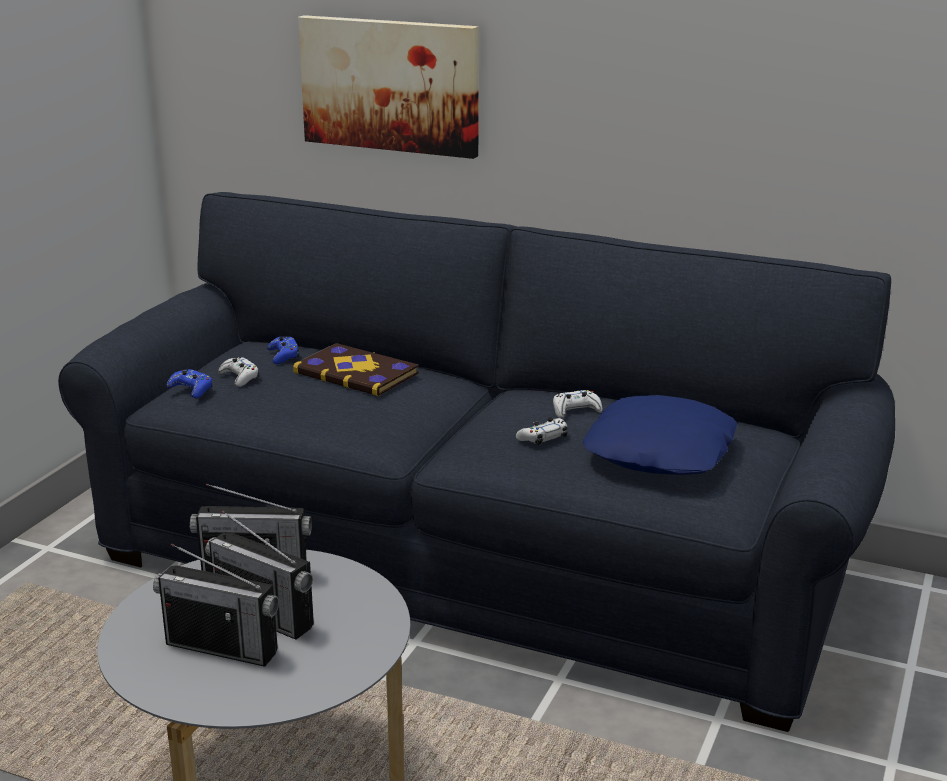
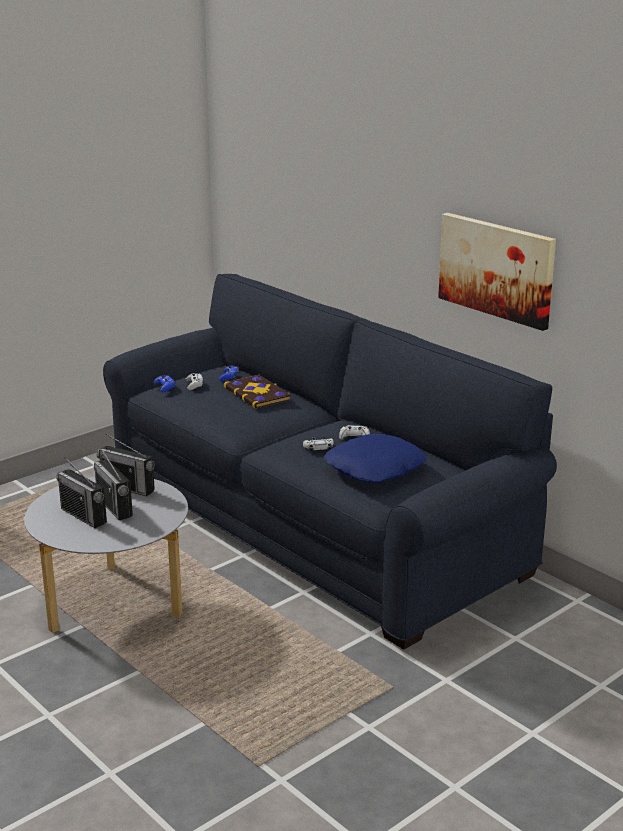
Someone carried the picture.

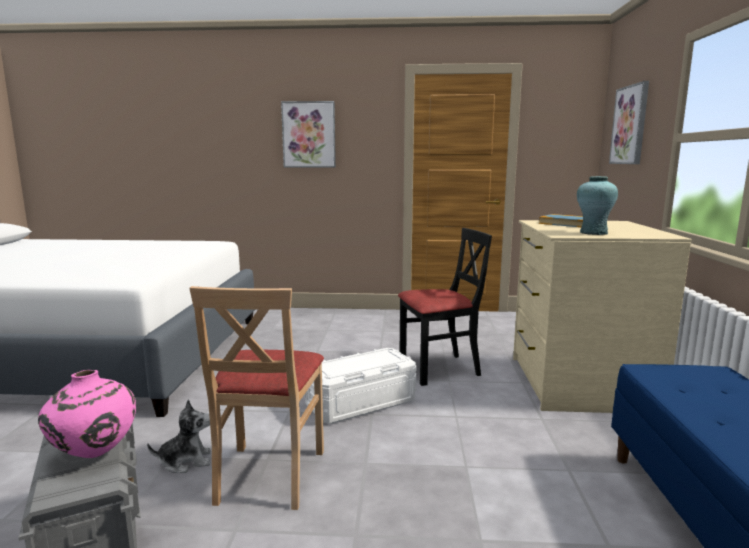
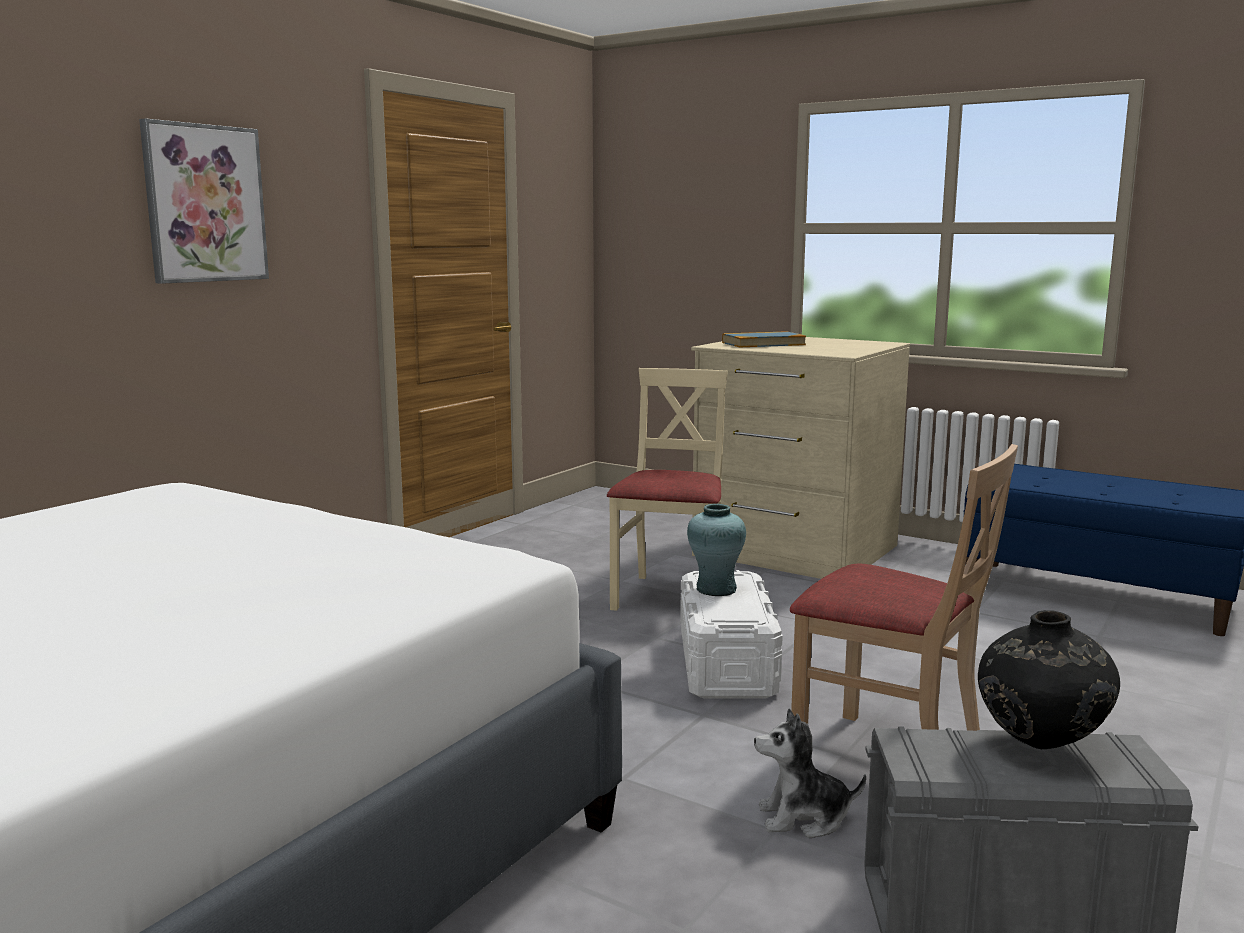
Someone repainted the black-coloured upright chair, which became the beige upright chair (1st from left). Someone carried the turquoise decorative vase. Someone rotated the soft toy by 105 degrees counterclockwise. Someone repainted the pinkish decorative vase, which became the black-coloured decorative vase. Someone took away the picture (2nd from left).

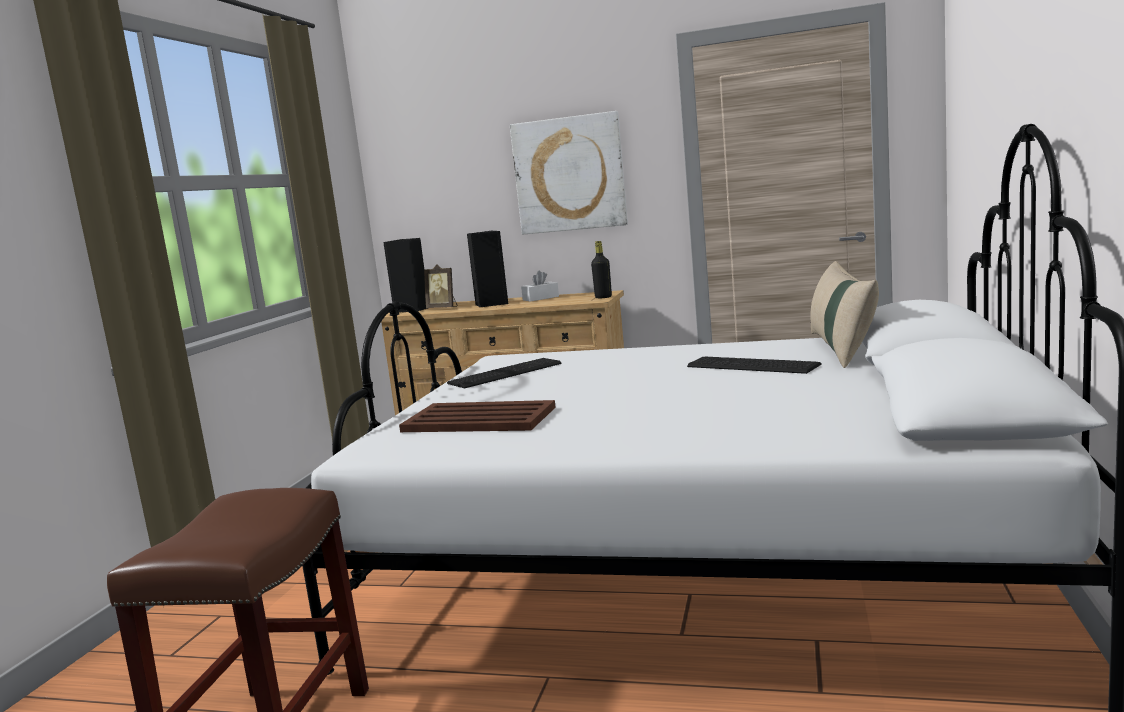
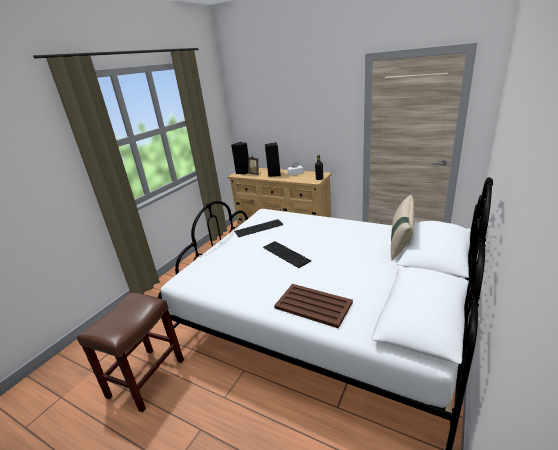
Someone carried the computer keyboard (2nd from left). Someone carried the brownish tray. Someone took away the picture.

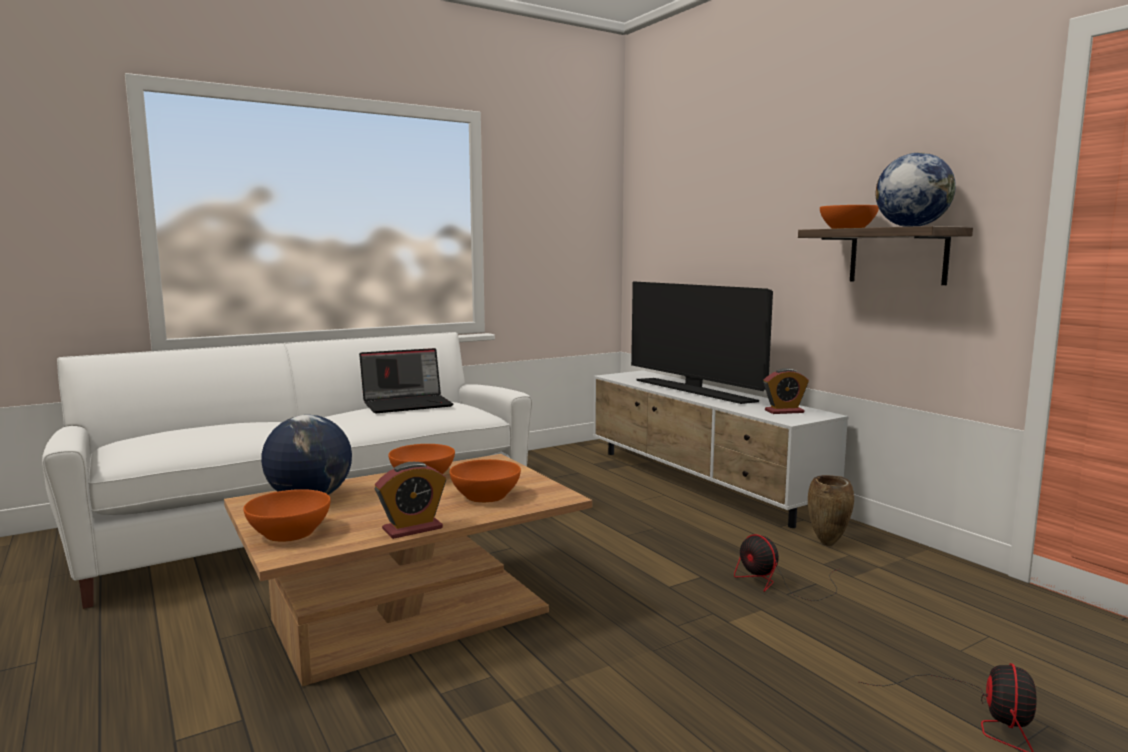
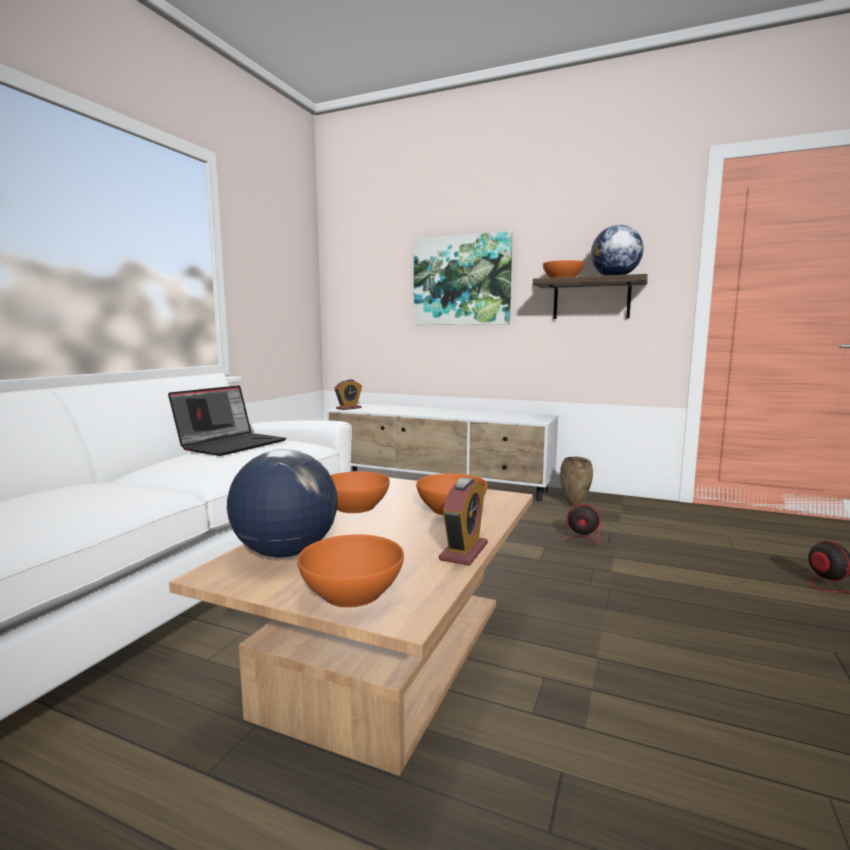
Someone carried the table clock (2nd from left in the first image). Someone put up the picture. Someone took away the TV.

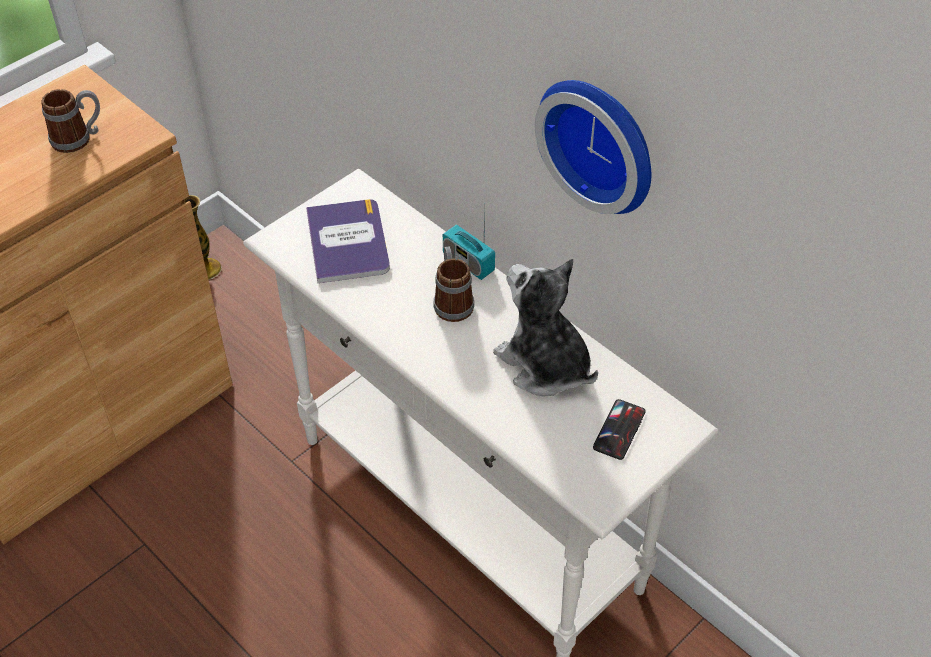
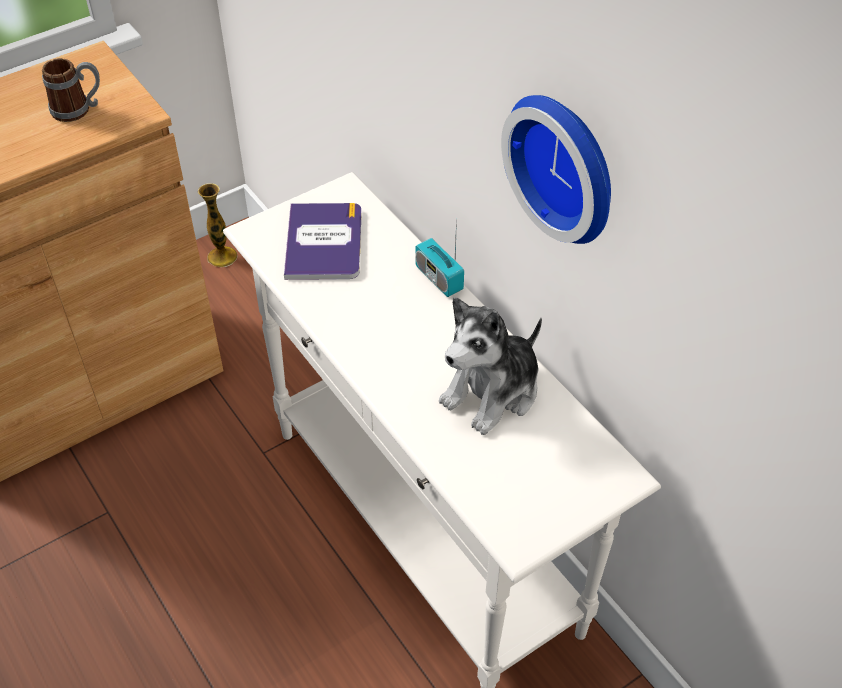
Someone rotated the soft toy by 105 degrees counterclockwise. Someone took away the tea mug (2nd from left). Someone took away the telephone.

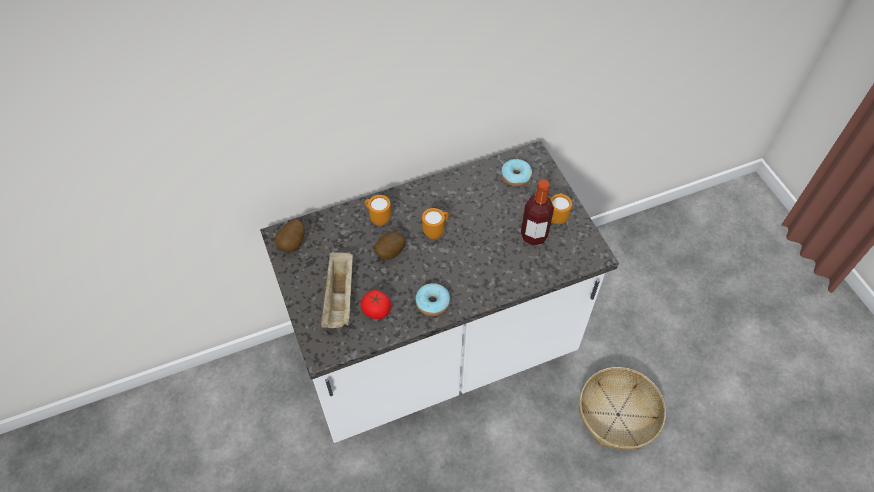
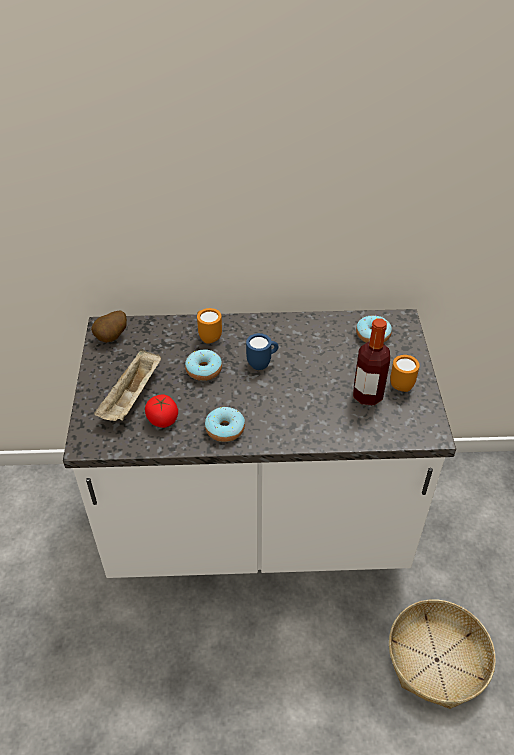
Someone swapped the whole potato (2nd from left) for the ring doughnut (1st from left). Someone repainted the orange-coloured tea mug (2nd from left), which became the blue tea mug.

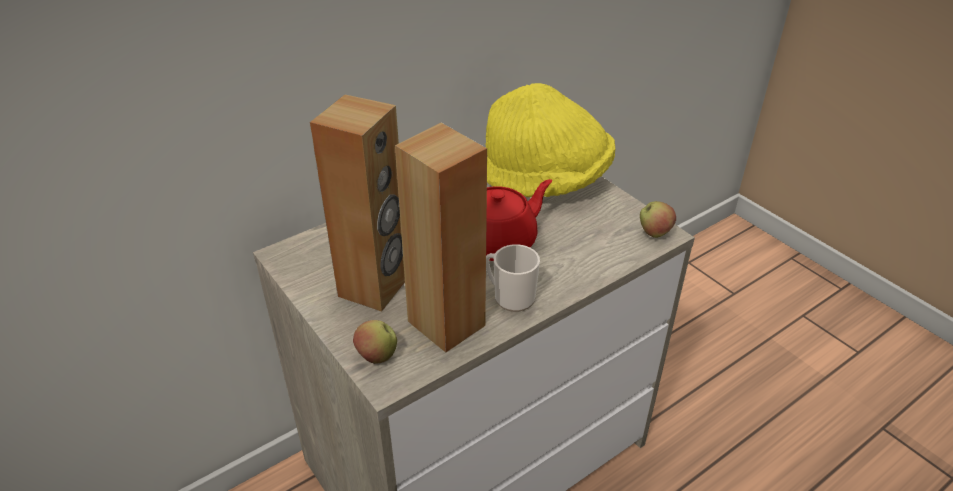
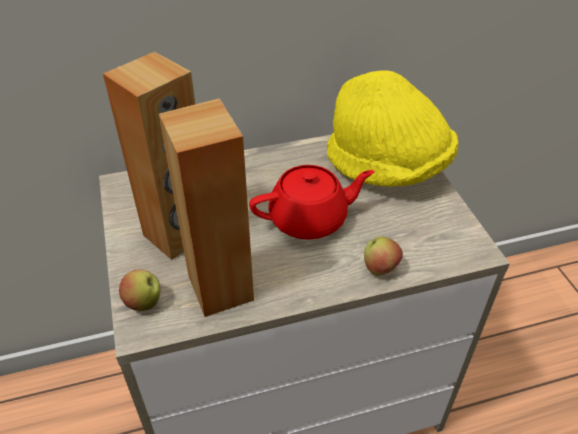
Someone carried the apple fruit (2nd from left). Someone took away the tea mug.

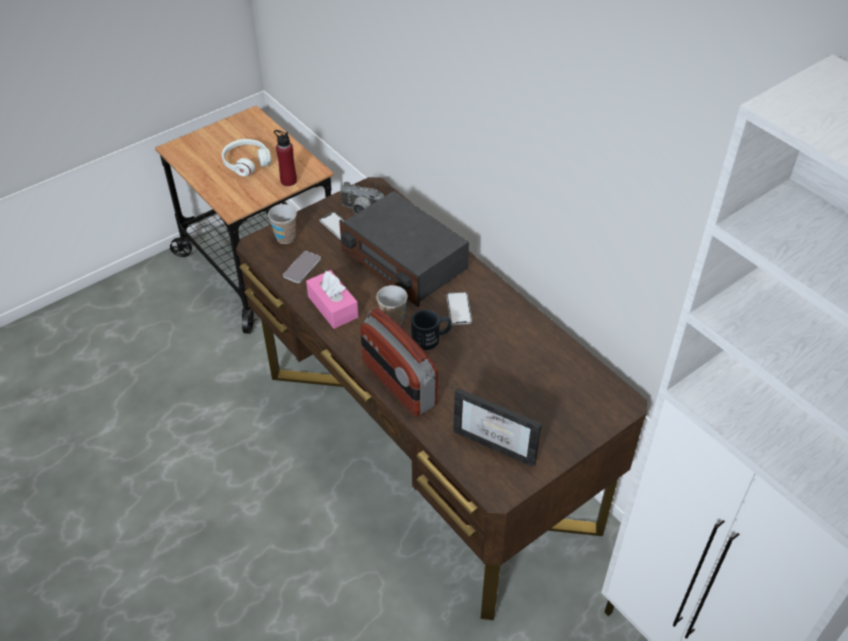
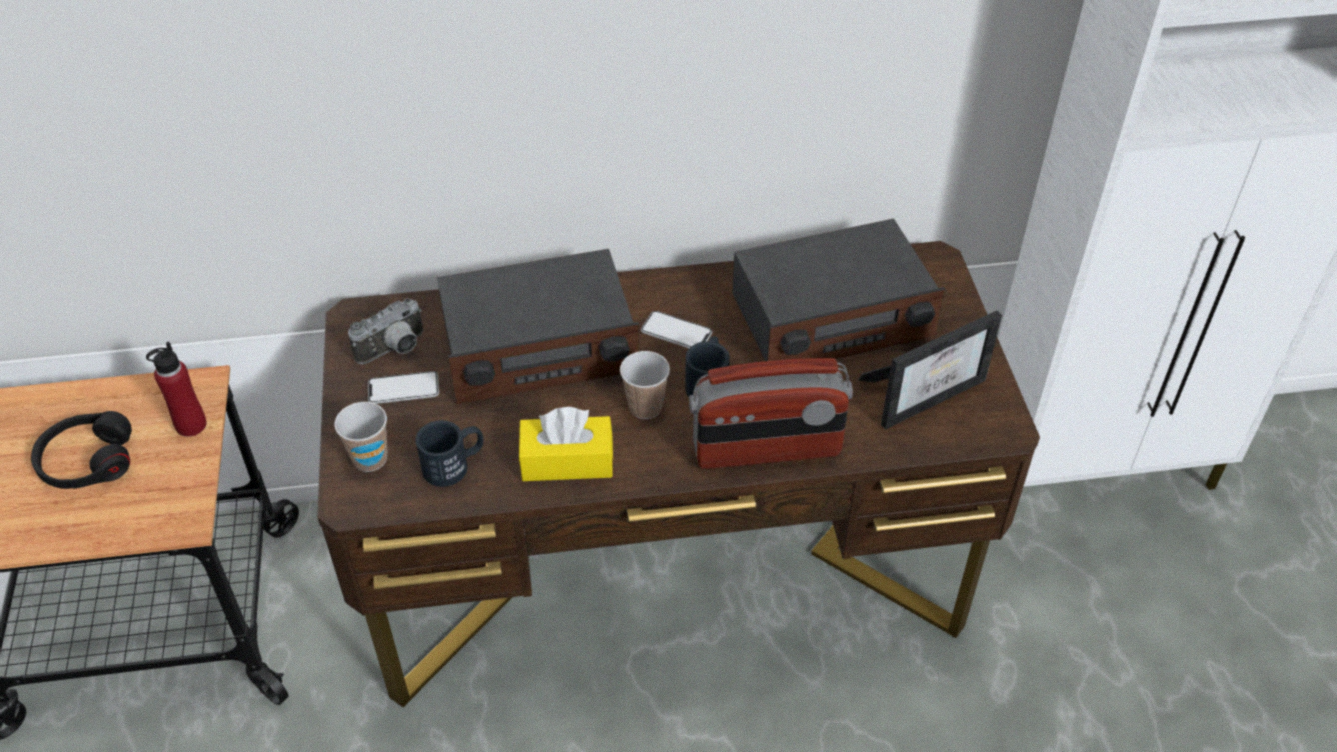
Someone repainted the whitish pair of headphones, which became the black-coloured pair of headphones. Someone swapped the telephone (1st from left) for the black-coloured tea mug (1st from left). Someone repainted the pinkish tissue box, which became the yellow tissue box. Someone put down the radio receiver (3rd from left).

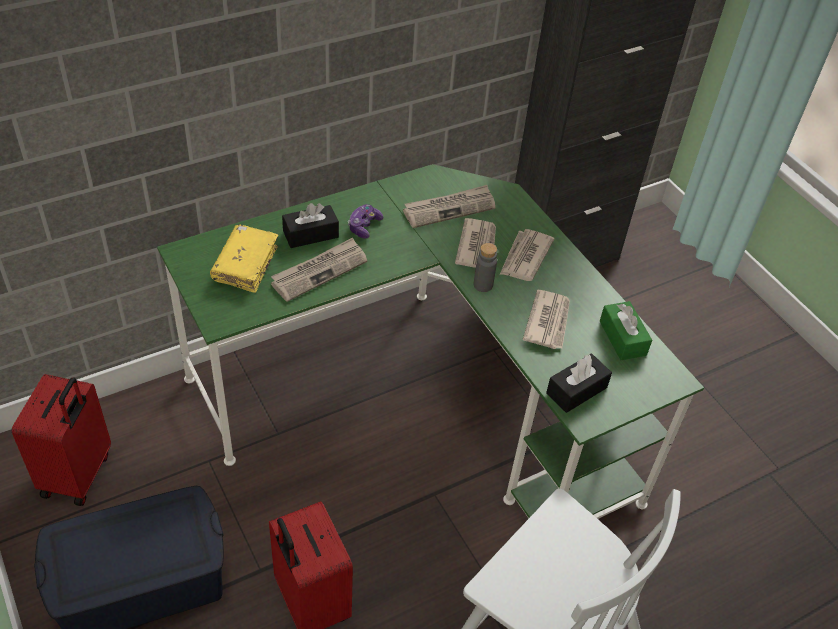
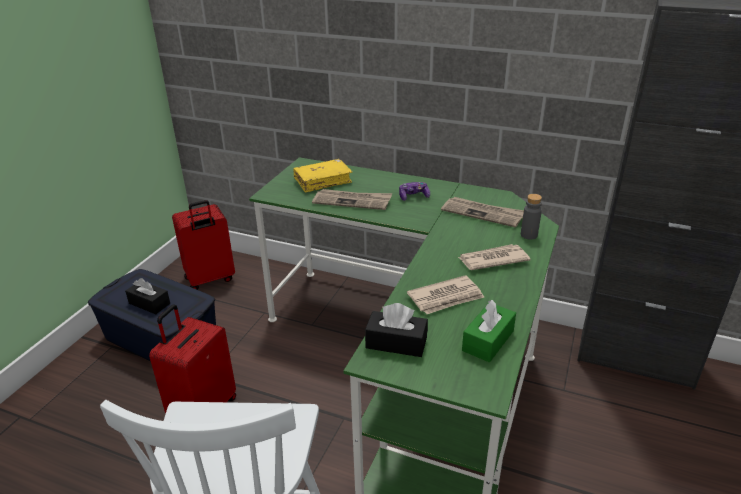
Someone carried the black-coloured tissue box (1st from left). Someone carried the greyish bottle. Someone took away the printed paper (3rd from left).

